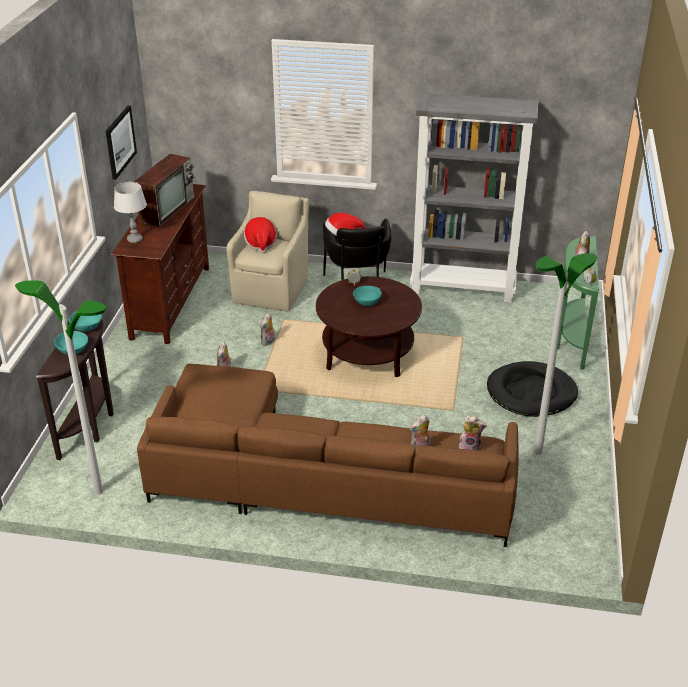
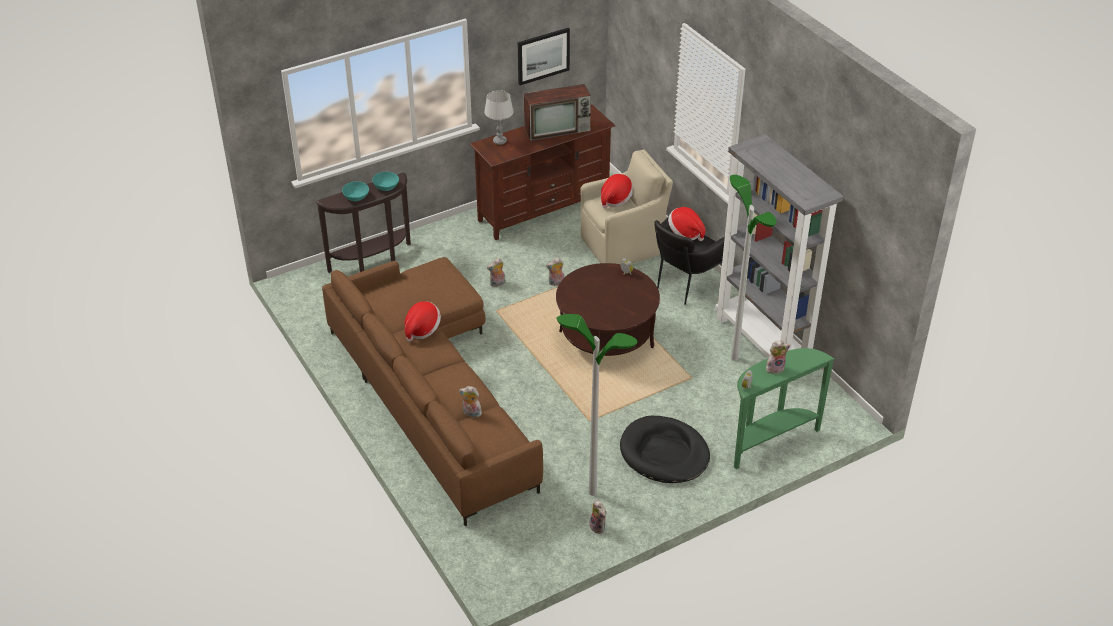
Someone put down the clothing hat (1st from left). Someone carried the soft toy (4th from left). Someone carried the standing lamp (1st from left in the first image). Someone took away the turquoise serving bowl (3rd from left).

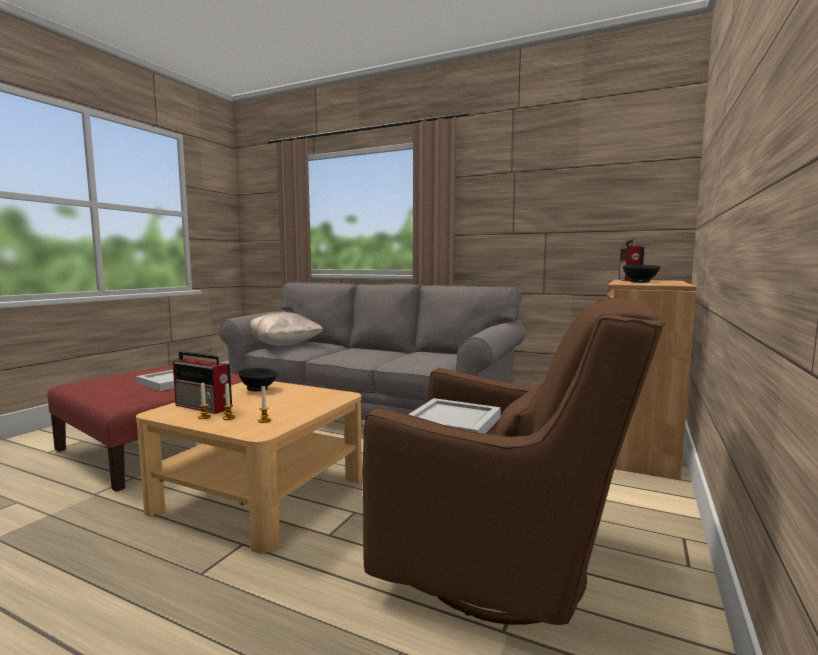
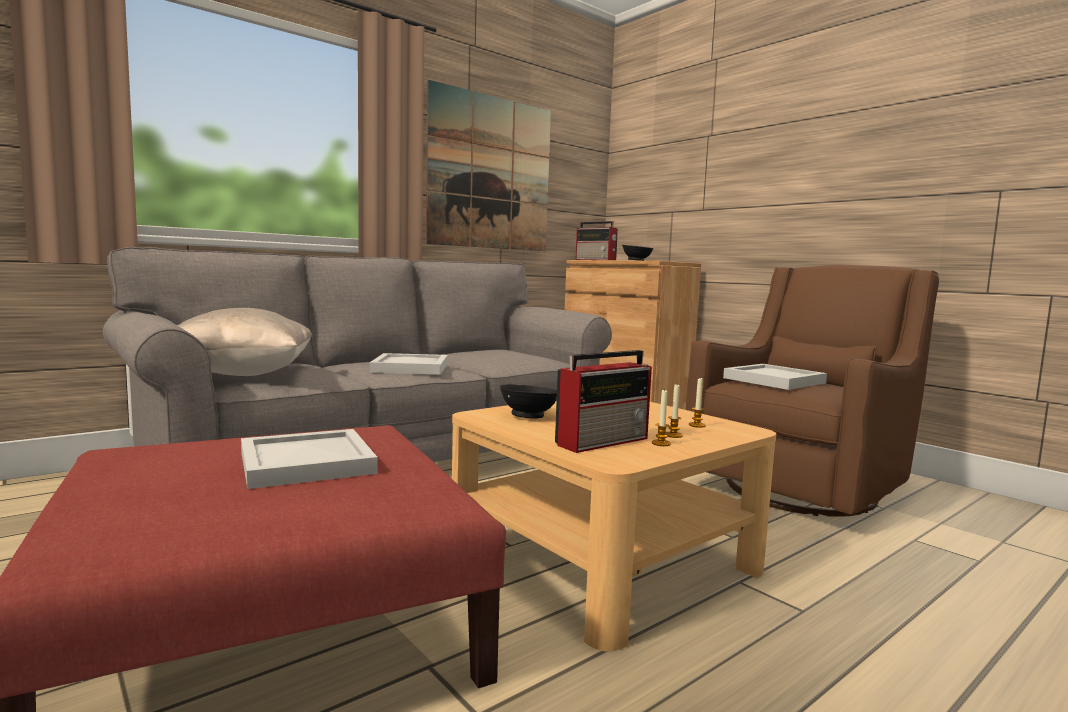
Someone put down the whitish tray (2nd from left). Someone put up the picture.

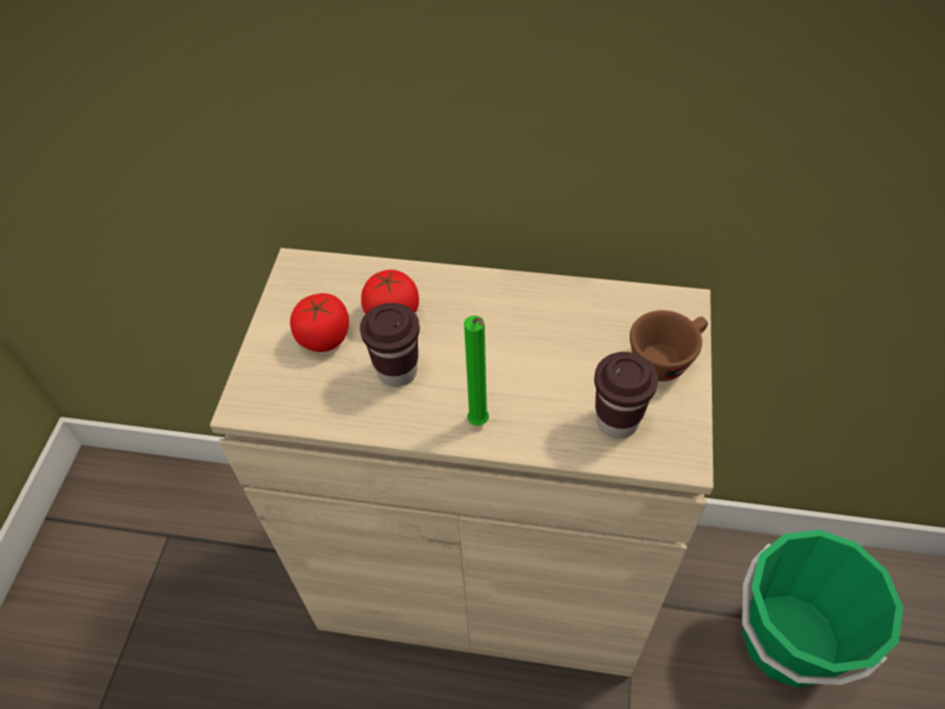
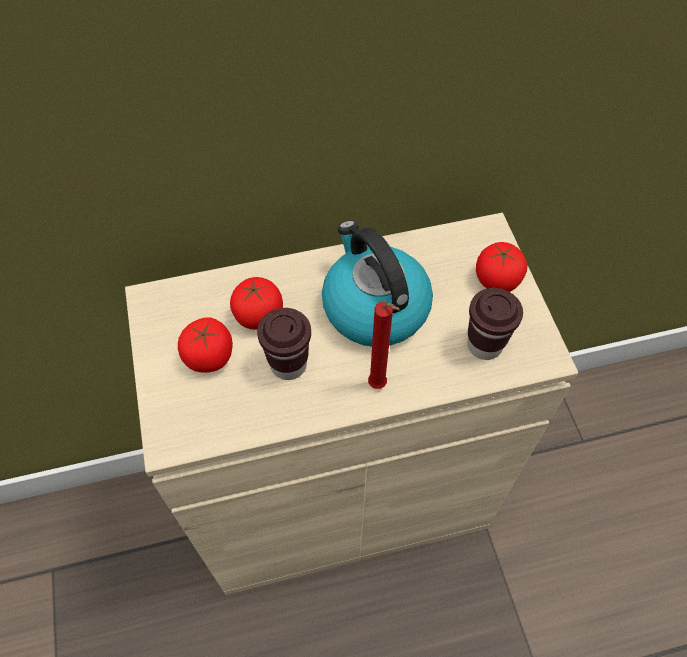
Someone put down the tea kettle. Someone repainted the greenish candle, which became the reddish candle. Someone swapped the brownish small cup (3rd from left) for the tomato (3rd from left). Someone took away the greenish pail.

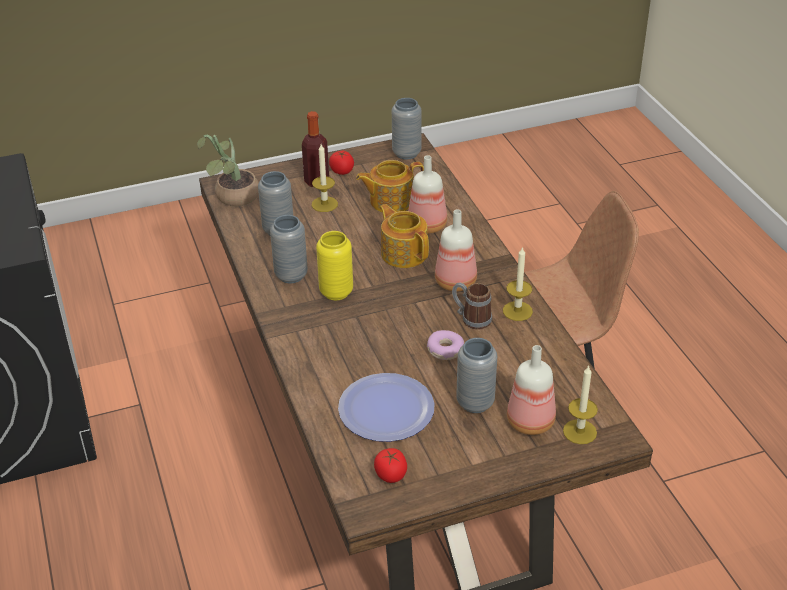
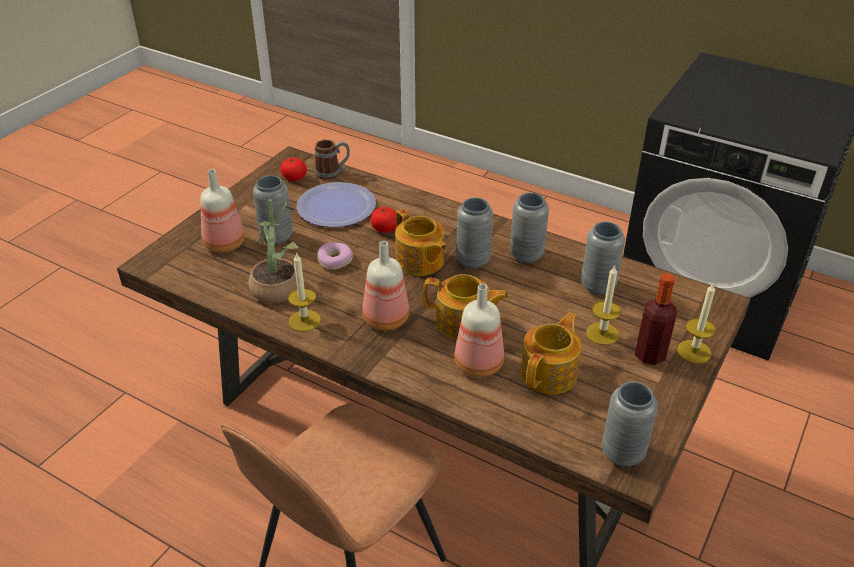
Someone carried the houseplant. Someone carried the tea mug. Someone carried the tomato (1st from left in the first image). Someone put down the pot for tea (1st from left). Someone repainted the yellow decorative vase, which became the greyish decorative vase (2nd from left). Someone carried the candle (3rd from left).

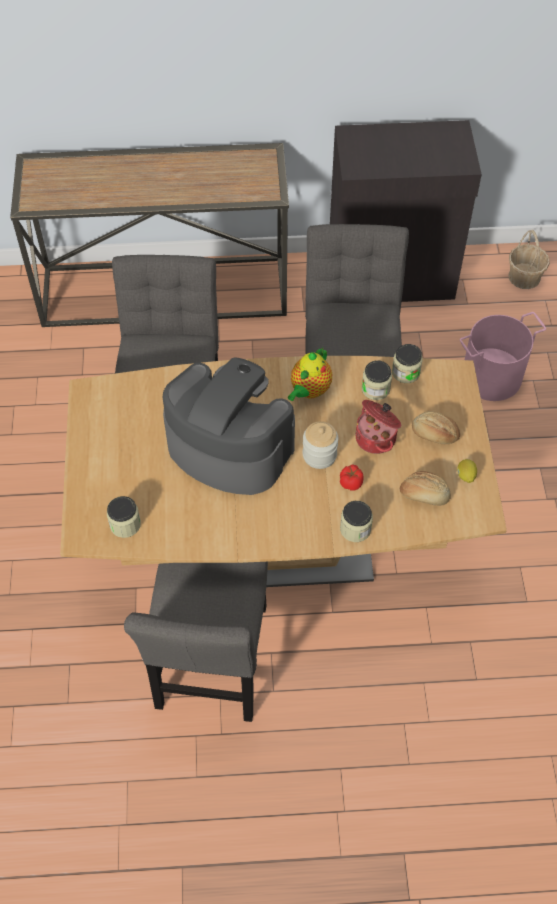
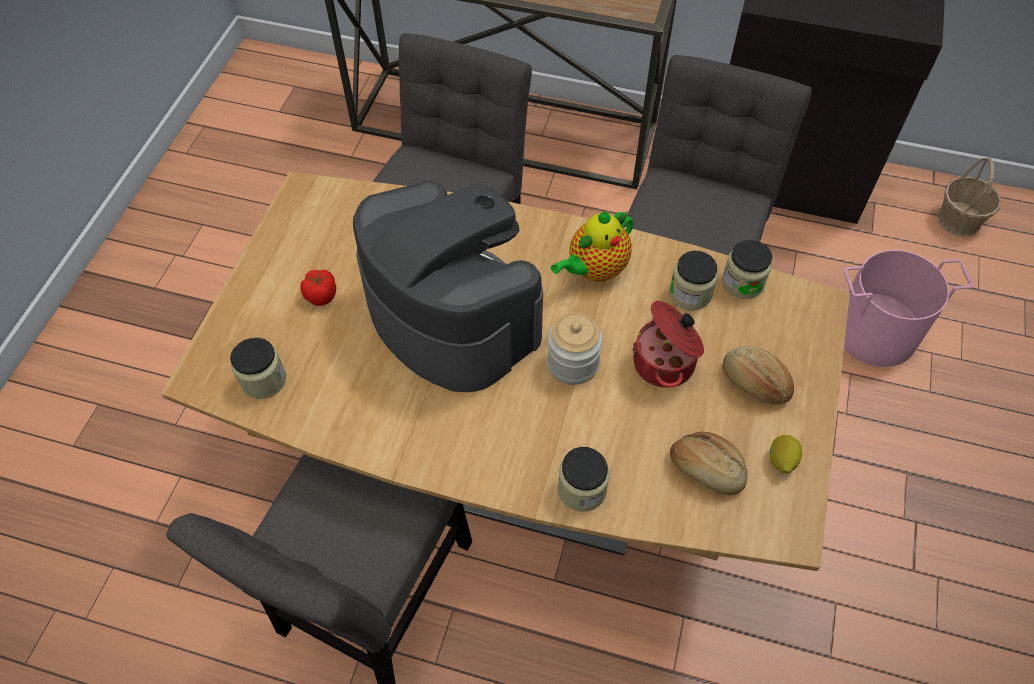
Someone carried the tomato.

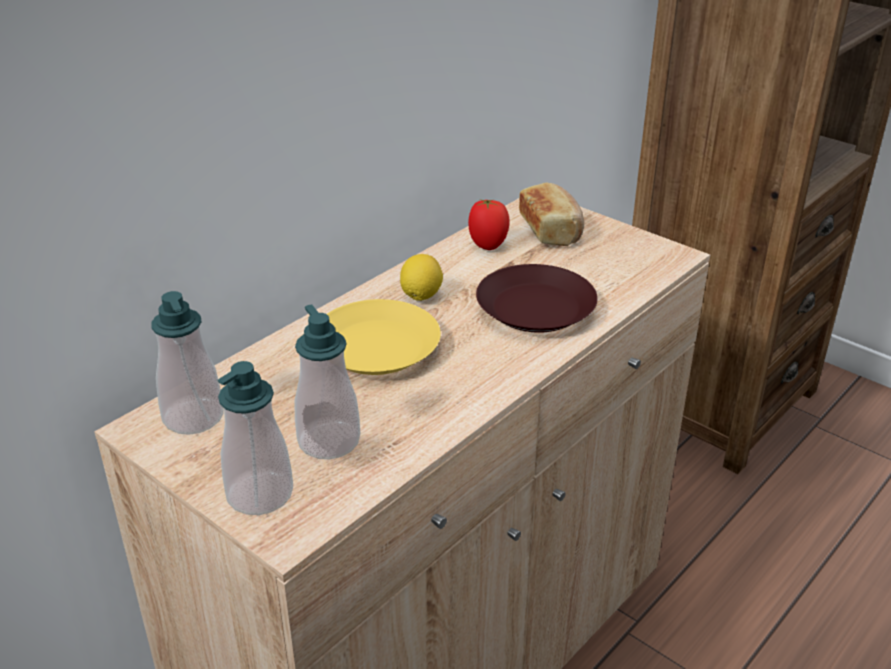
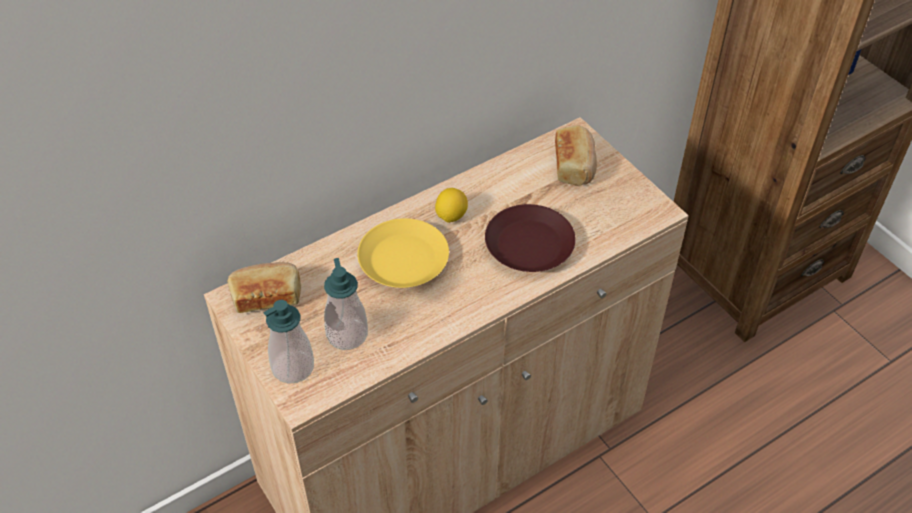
Someone swapped the liquid soap bottle (1st from left) for the bread (1st from left). Someone took away the tomato.

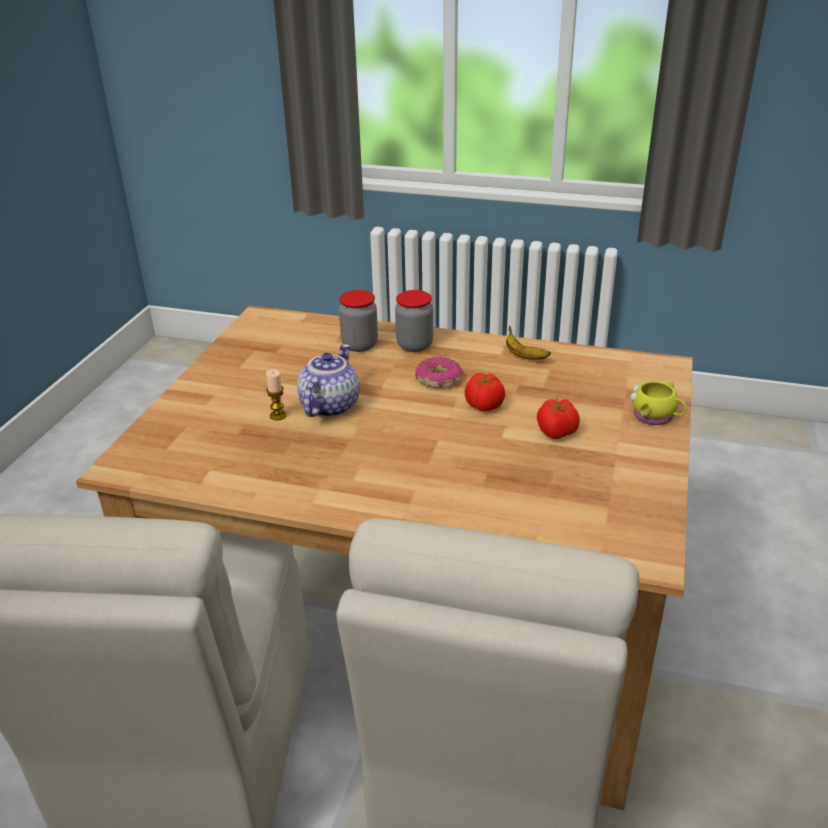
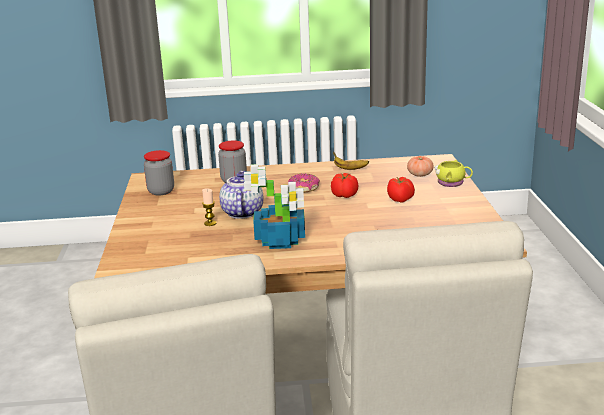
Someone carried the jar (2nd from left in the first image). Someone put down the houseplant. Someone put down the tomato (3rd from left).

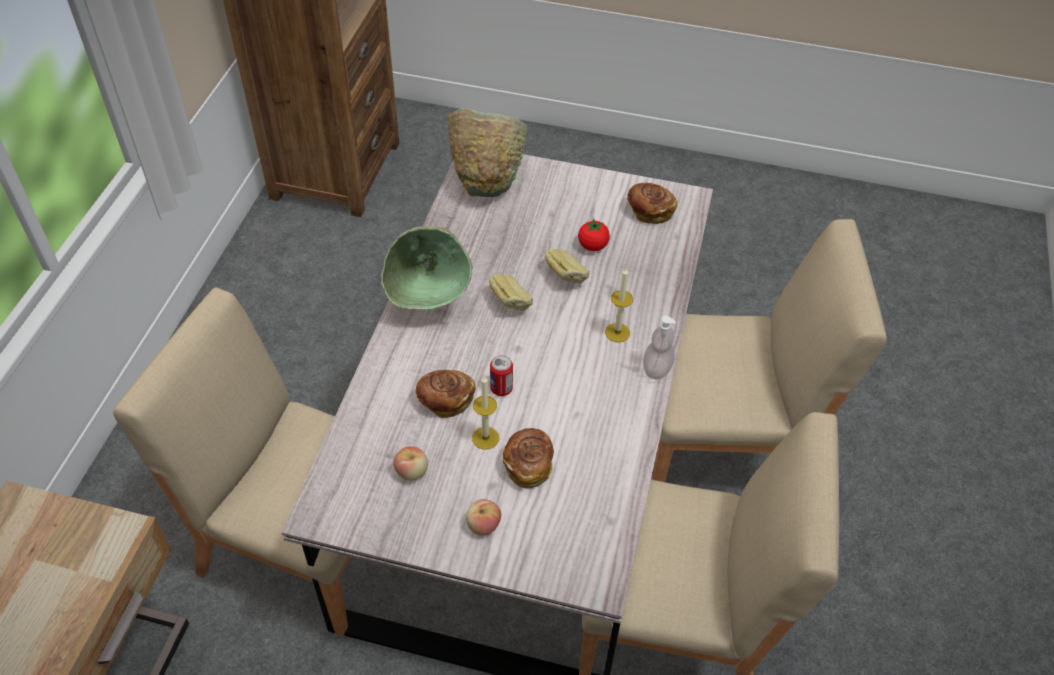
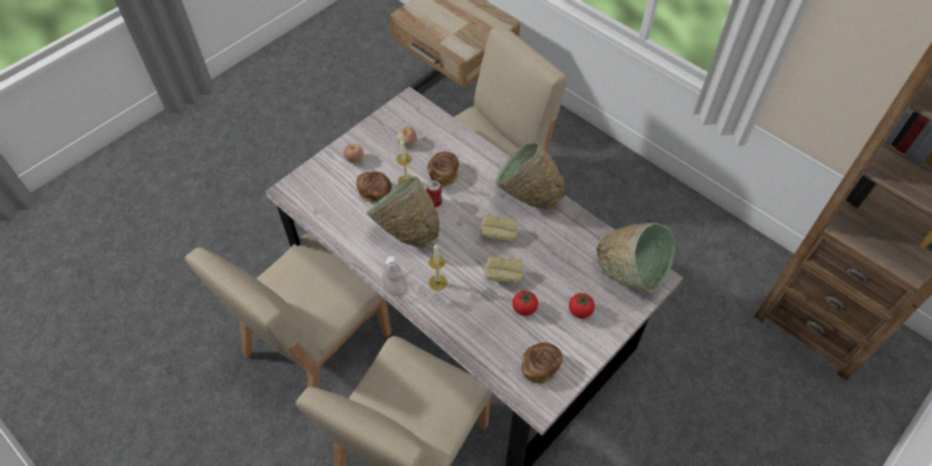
Someone put down the greenish serving bowl (1st from left). Someone put down the tomato (2nd from left).

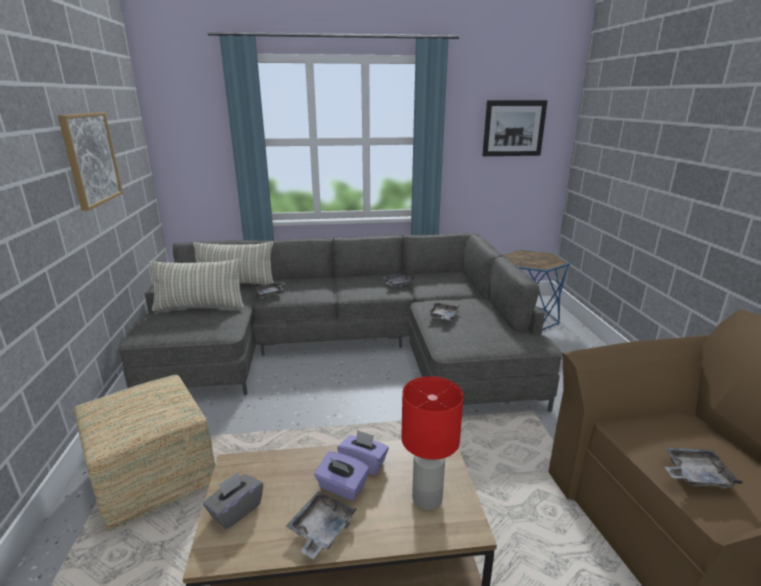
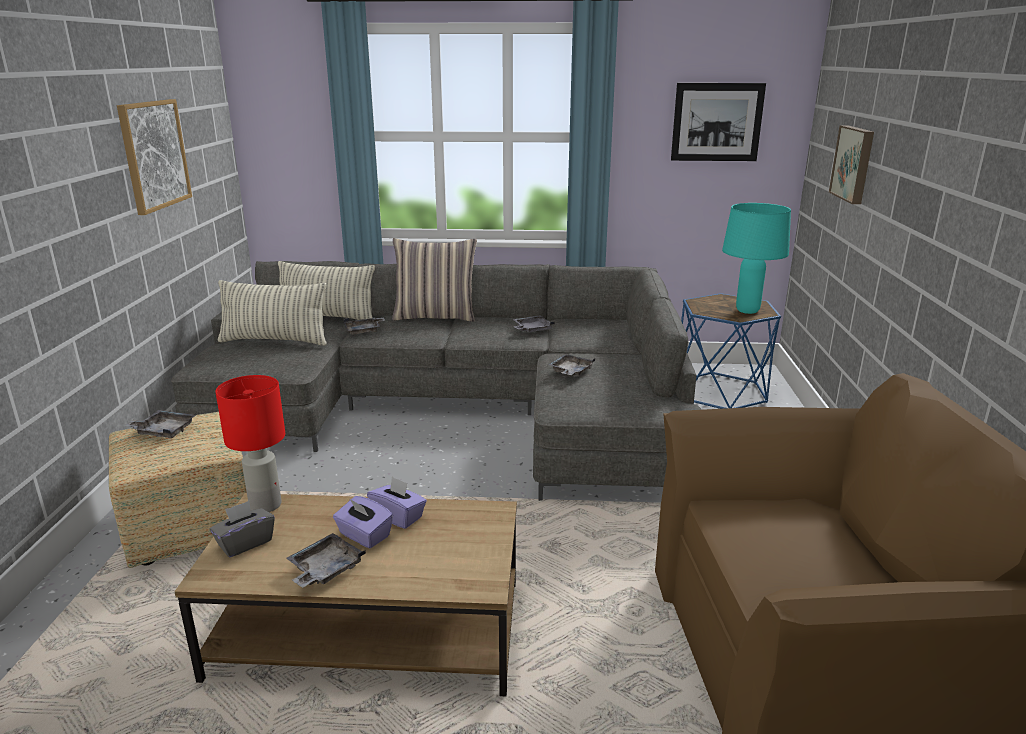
Someone carried the greyish tray (5th from left in the first image). Someone carried the reddish table lamp. Someone put down the pillow (3rd from left). Someone put down the turquoise table lamp. Someone put up the picture (3rd from left).

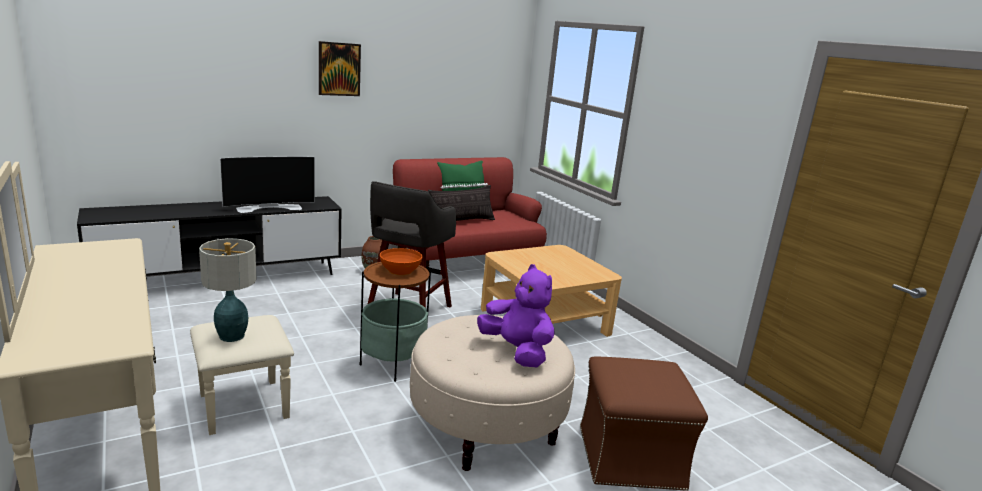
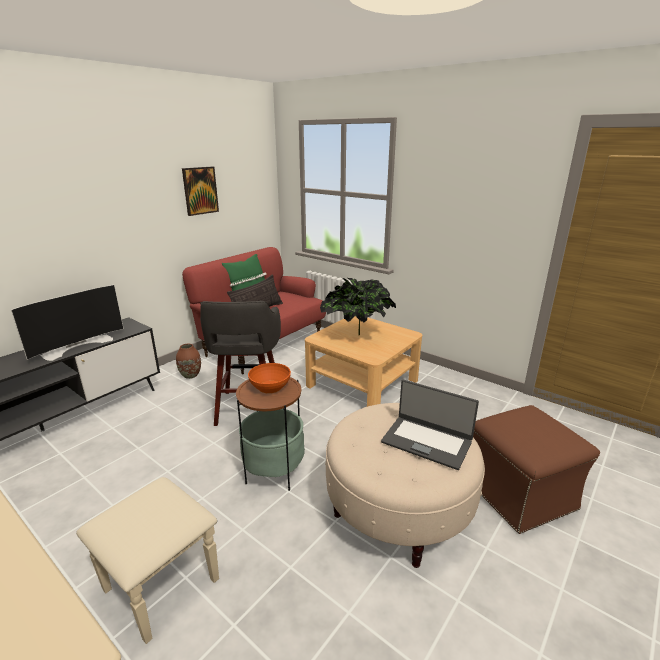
Someone carried the picture. Someone put down the houseplant. Someone swapped the purple soft toy for the laptop. Someone took away the table lamp.

